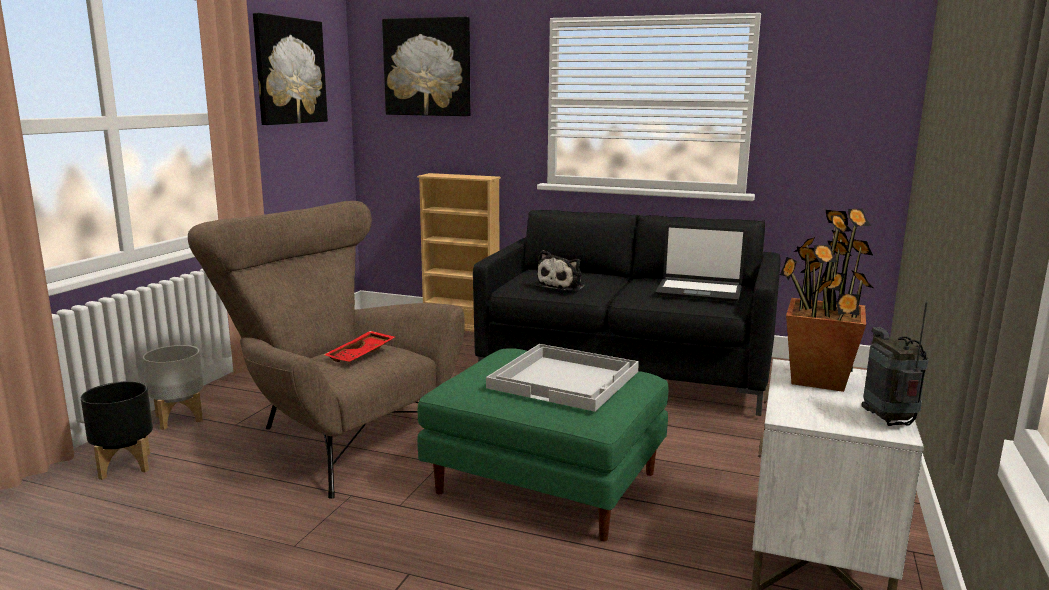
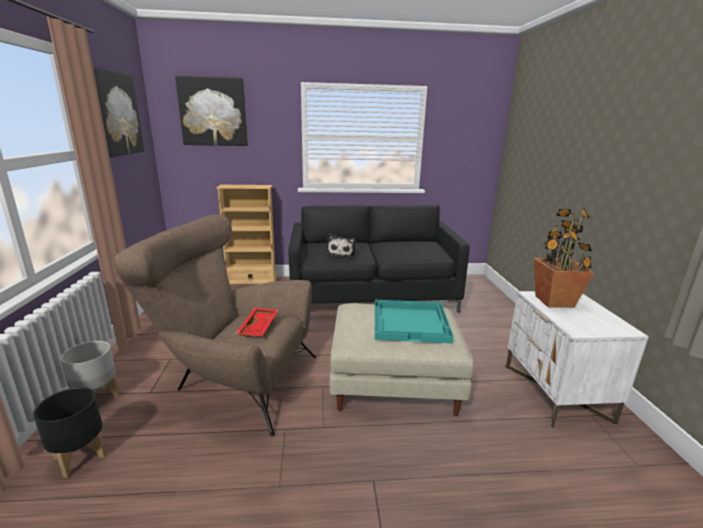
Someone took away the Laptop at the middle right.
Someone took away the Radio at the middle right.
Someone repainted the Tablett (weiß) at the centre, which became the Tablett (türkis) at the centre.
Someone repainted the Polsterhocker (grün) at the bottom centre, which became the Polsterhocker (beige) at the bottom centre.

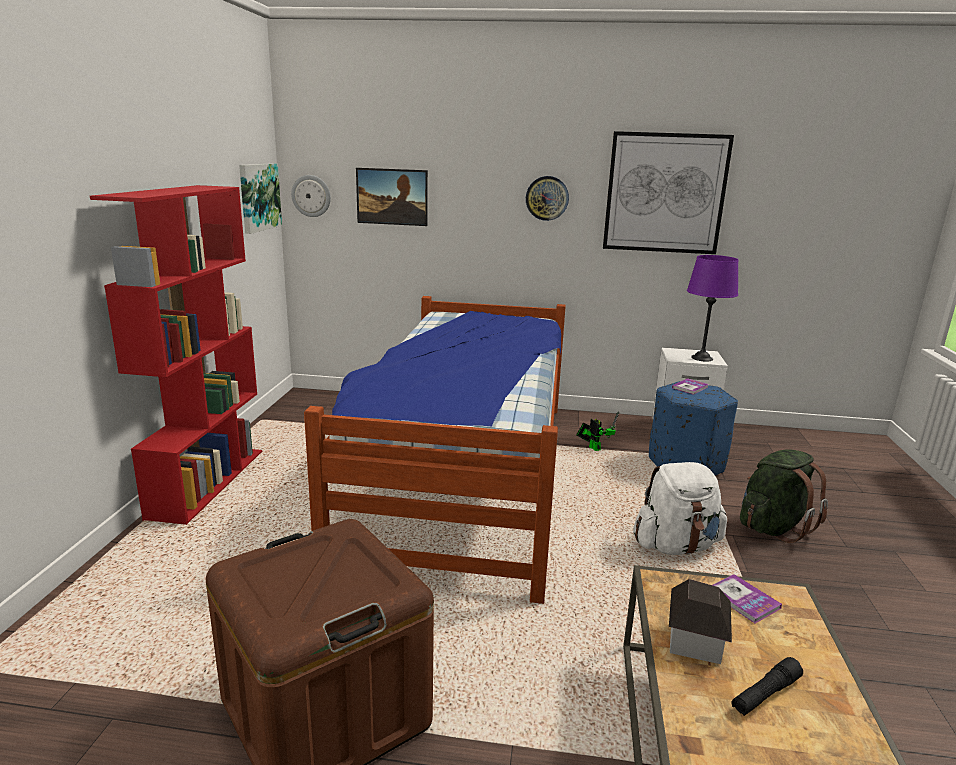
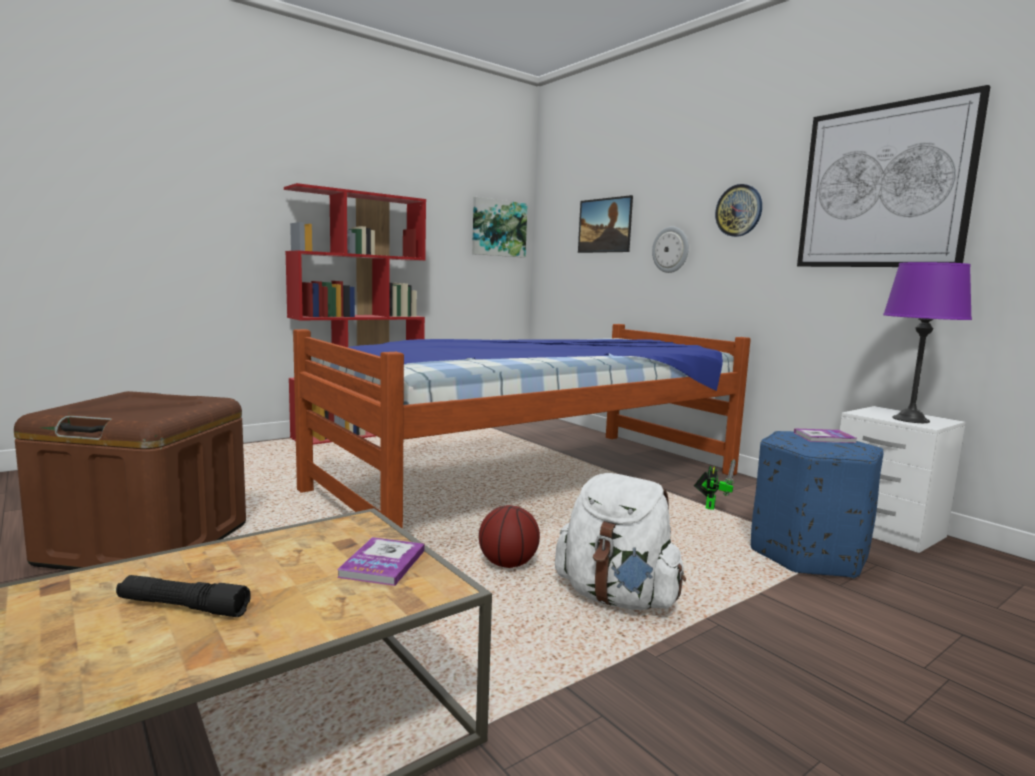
Someone carried the Wanduhr (no. 1 from left) from the top left to the top centre.
Someone took away the Rucksack (grün) at the middle right.
Someone took away the Spielzeughaus at the bottom right.
Someone put down the Basketball at the bottom centre.

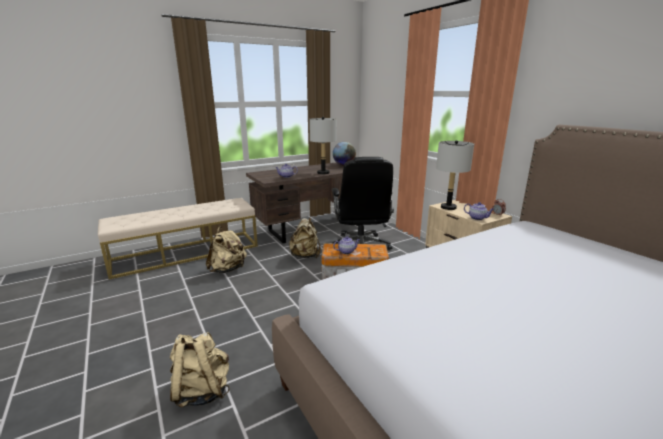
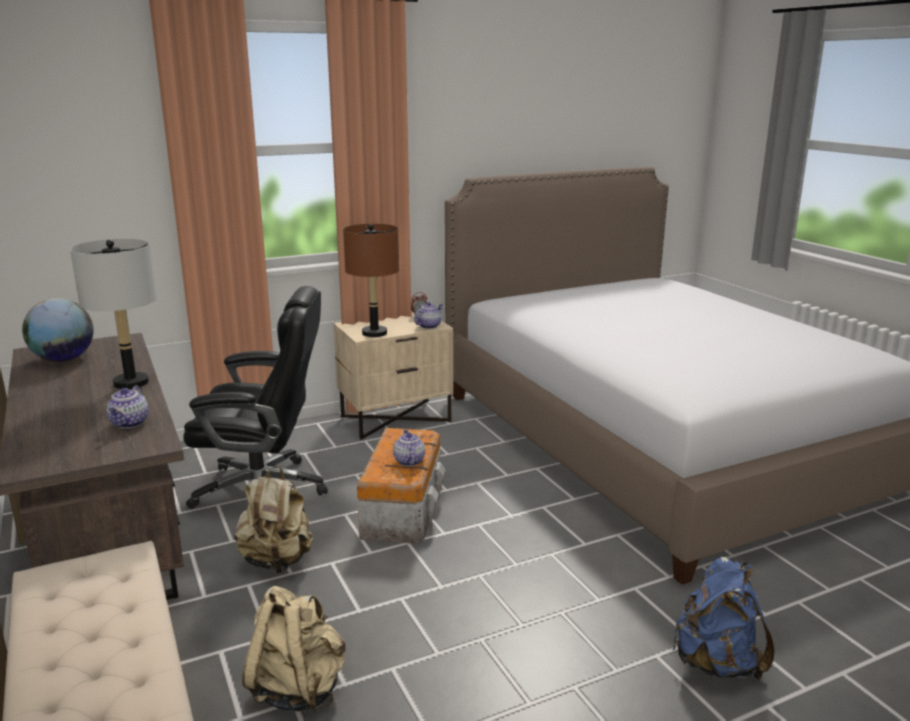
Someone repainted the Tischlampe (grau) (no. 2 from left) at the middle right, which became the Tischlampe (braun) at the centre.
Someone repainted the Rucksack (beige) (no. 1 from left) at the bottom left, which became the Rucksack (blau) at the bottom right.

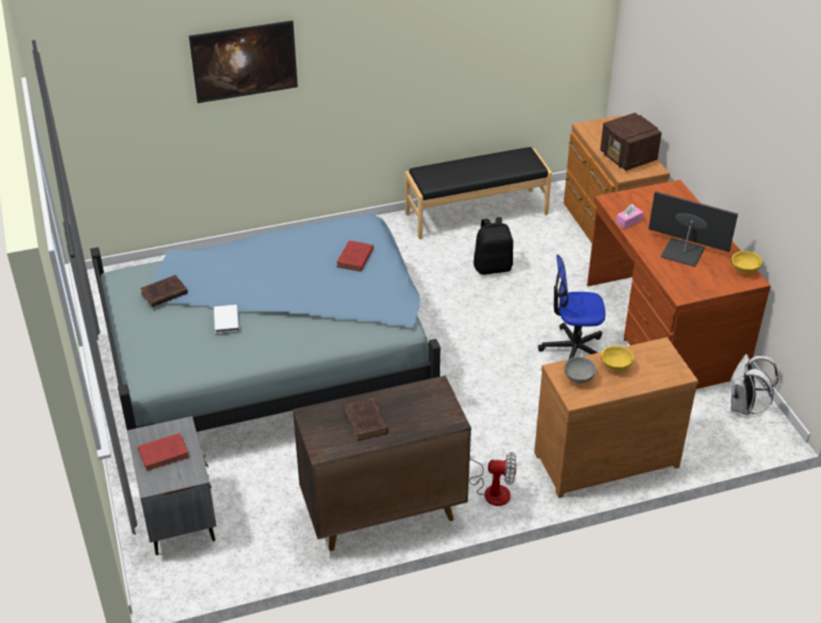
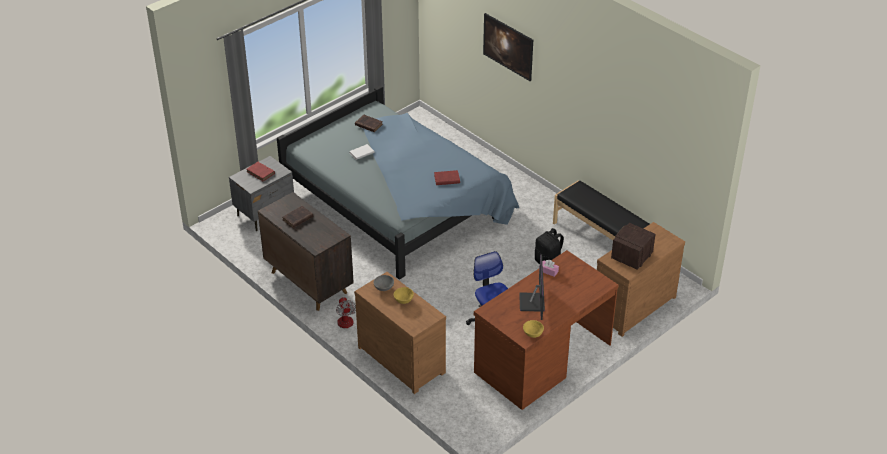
Someone took away the Rucksack (weiß) at the middle right.

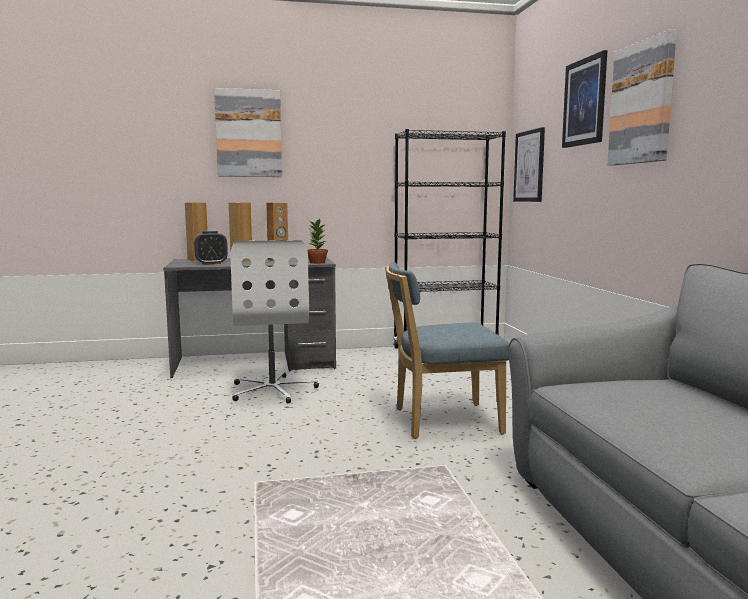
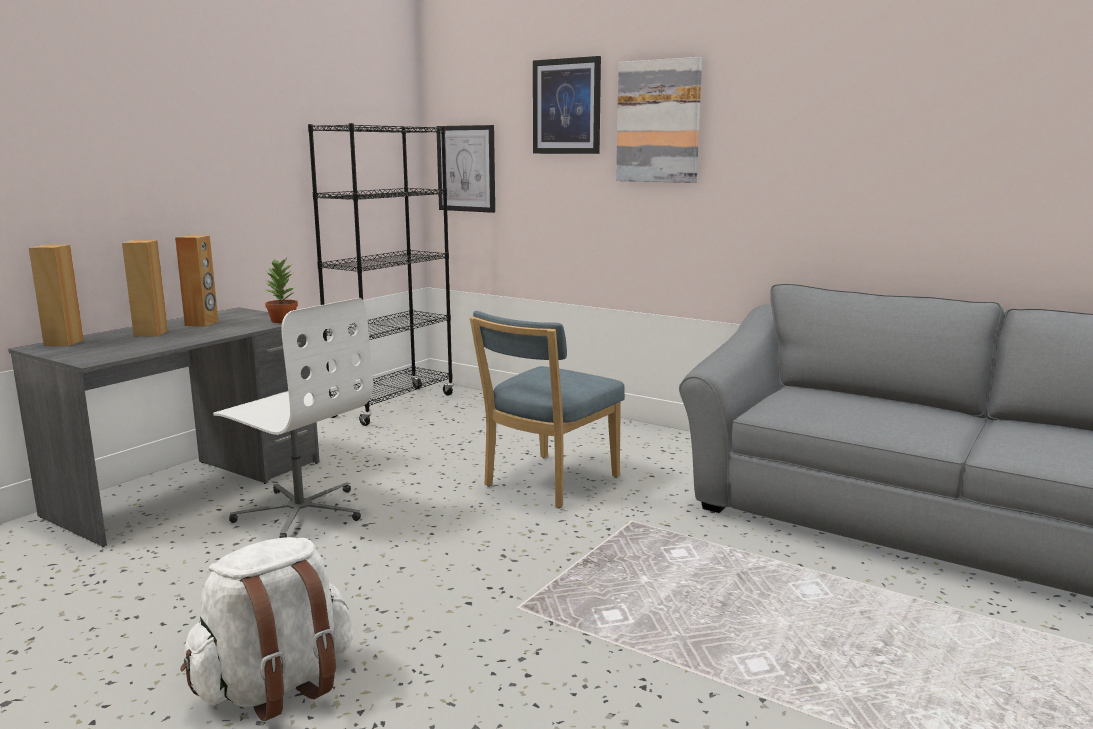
Someone took away the Bild (no. 1 from left) at the top left.
Someone took away the Wecker at the middle left.
Someone put down the Rucksack (weiß) at the bottom left.

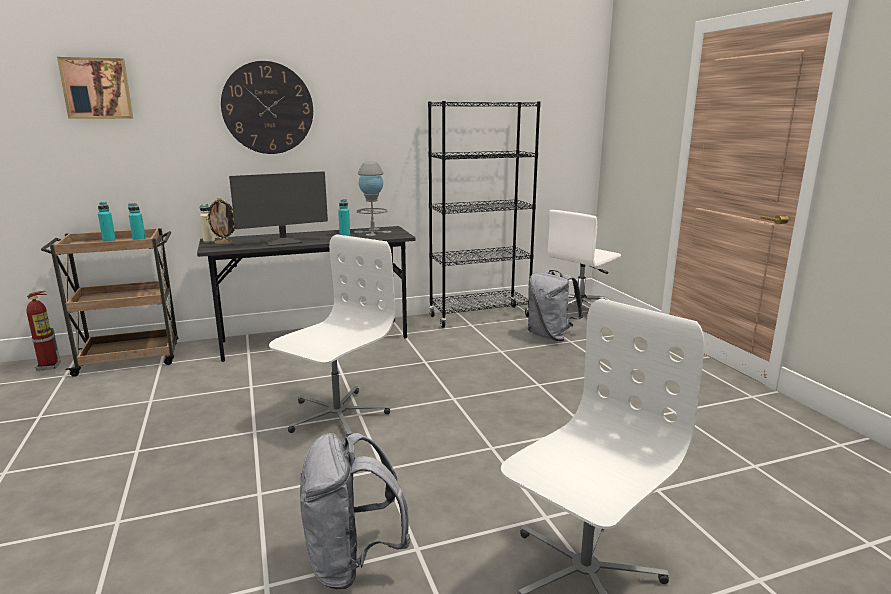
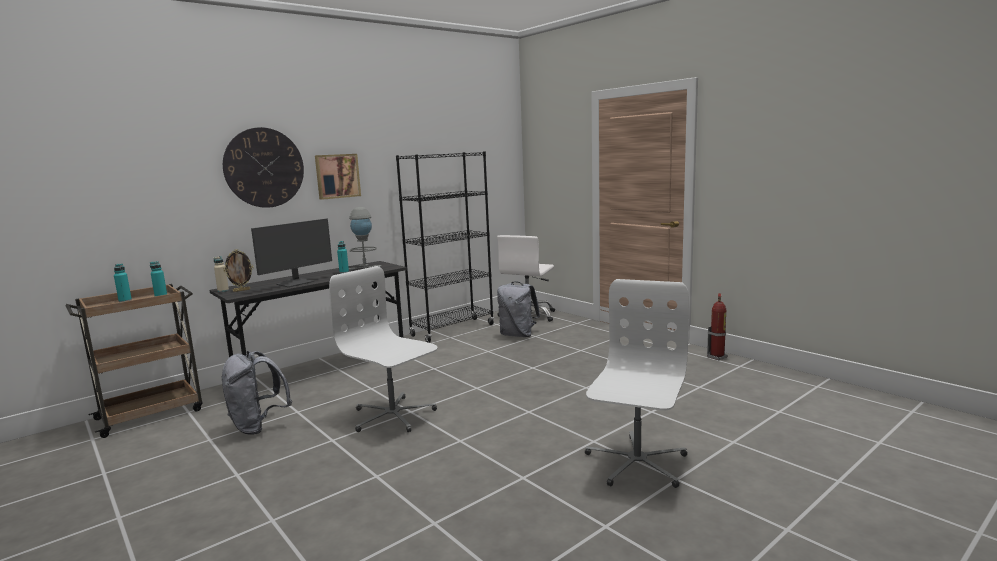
Someone carried the Bild from the top left to the top centre.
Someone rotated the Bürostuhl (weiß) (no. 1 from left) at the centre by 60 degrees counterclockwise.
Someone carried the Feuerlöscher from the middle left to the middle right.
Someone carried the Rucksack (grau) (no. 1 from left) from the bottom centre to the bottom left.

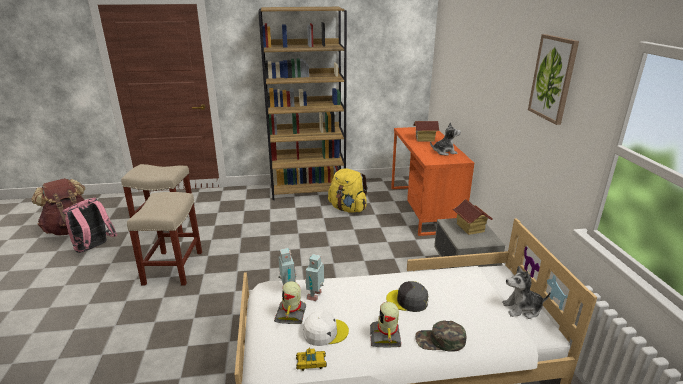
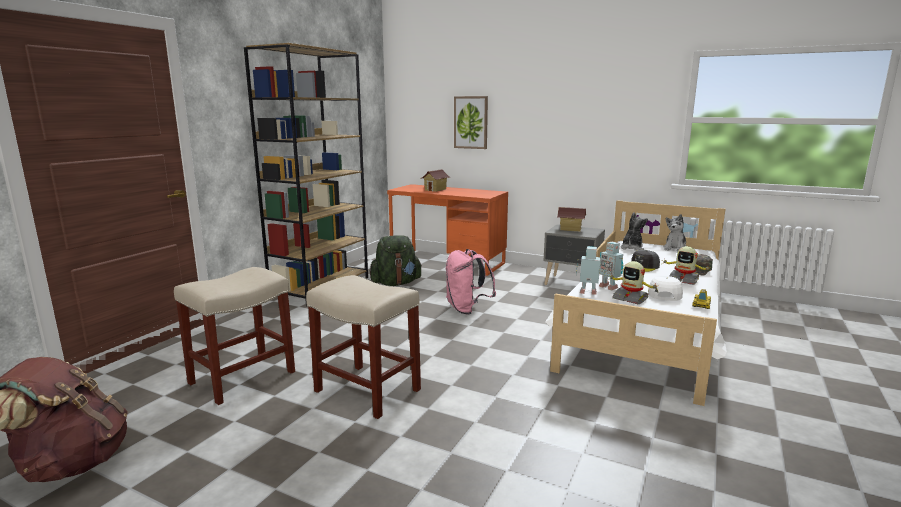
Someone carried the Bild from the top right to the top centre.
Someone carried the Plüschtier (no. 1 from left) from the centre to the middle right.
Someone repainted the Rucksack (gelb) at the centre, which became the Rucksack (grün) at the centre.
Someone carried the Rucksack (rosa) from the middle left to the centre.

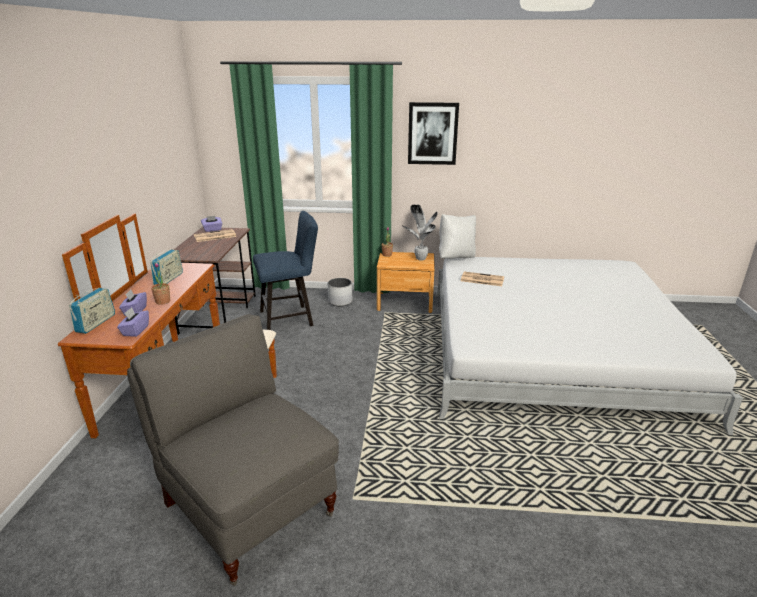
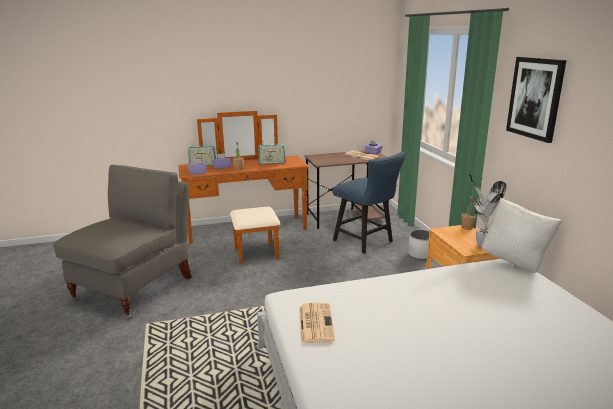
Someone carried the Zeitung (no. 2 from left in the first image) from the centre to the bottom centre.

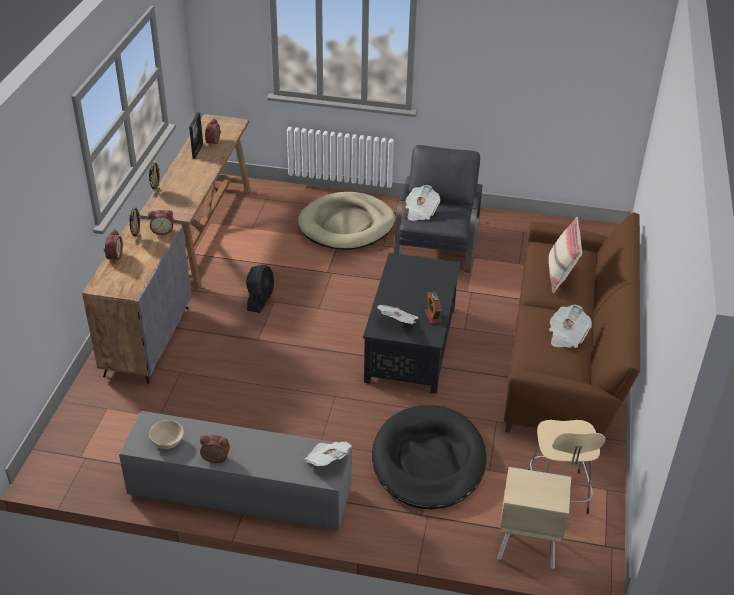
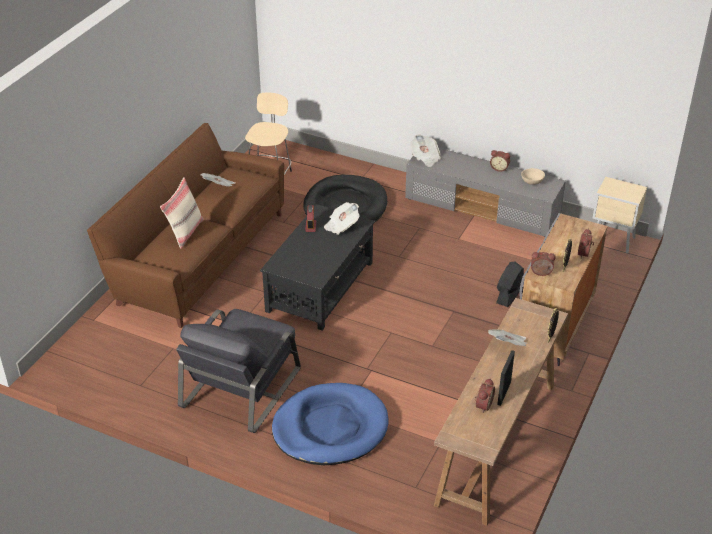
Someone carried the Zeitung (no. 3 from left in the first image) from the centre to the middle right.
Someone repainted the Hundebett (beige) at the centre, which became the Hundebett (blau) at the bottom centre.
Someone carried the Ventilator (schwarz) from the centre to the middle right.
Someone carried the Nachttisch (beige) from the bottom right to the middle right.

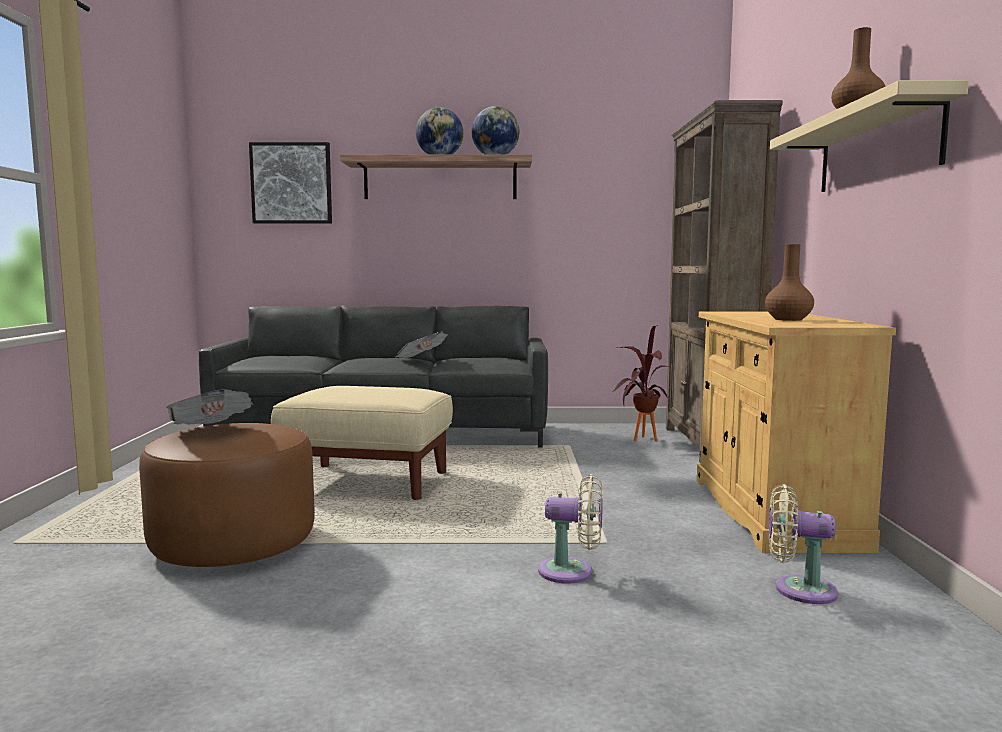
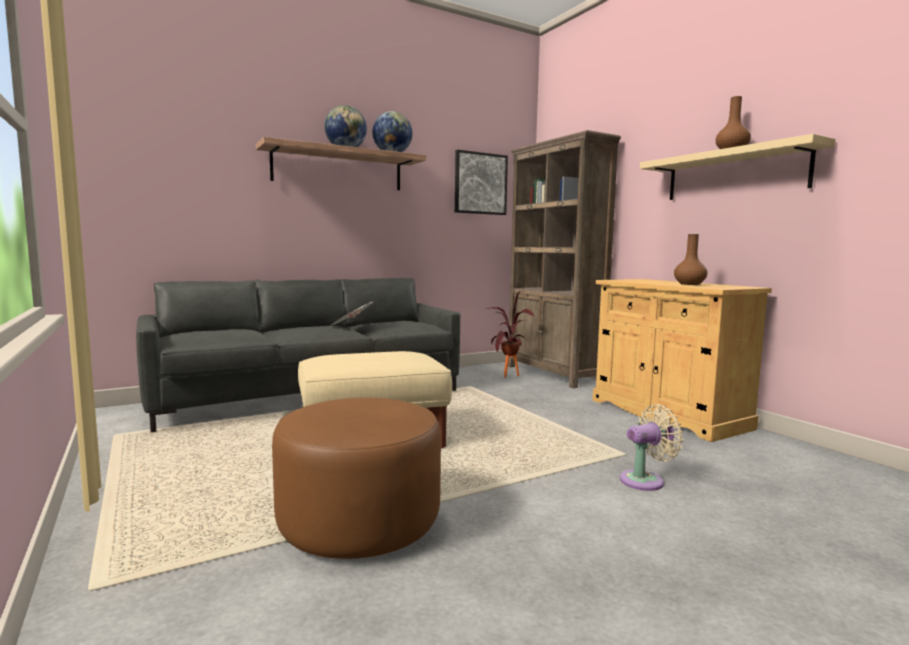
Someone carried the Bild from the top left to the top centre.
Someone took away the Zeitung (no. 1 from left) at the middle left.
Someone took away the Ventilator (beige) (no. 2 from left) at the bottom right.

